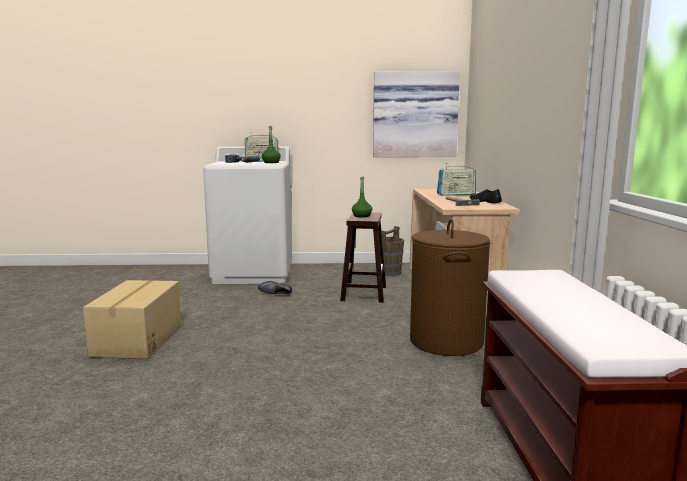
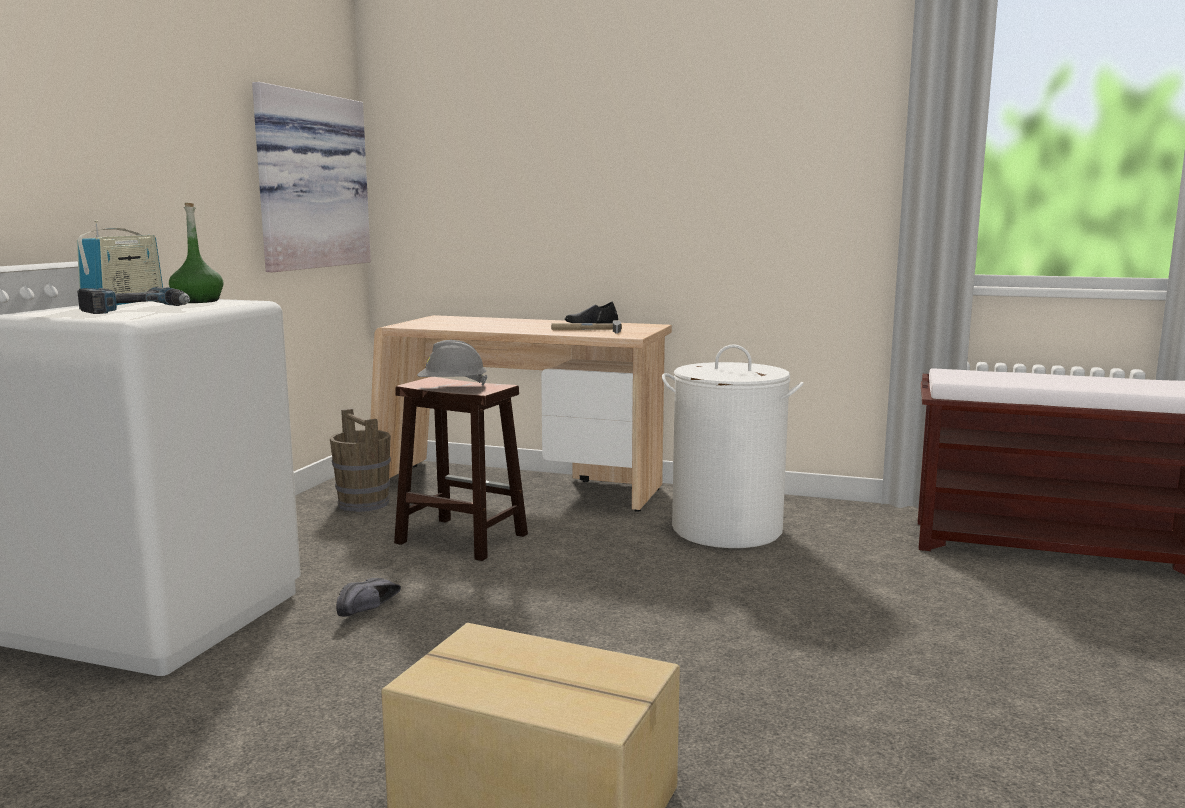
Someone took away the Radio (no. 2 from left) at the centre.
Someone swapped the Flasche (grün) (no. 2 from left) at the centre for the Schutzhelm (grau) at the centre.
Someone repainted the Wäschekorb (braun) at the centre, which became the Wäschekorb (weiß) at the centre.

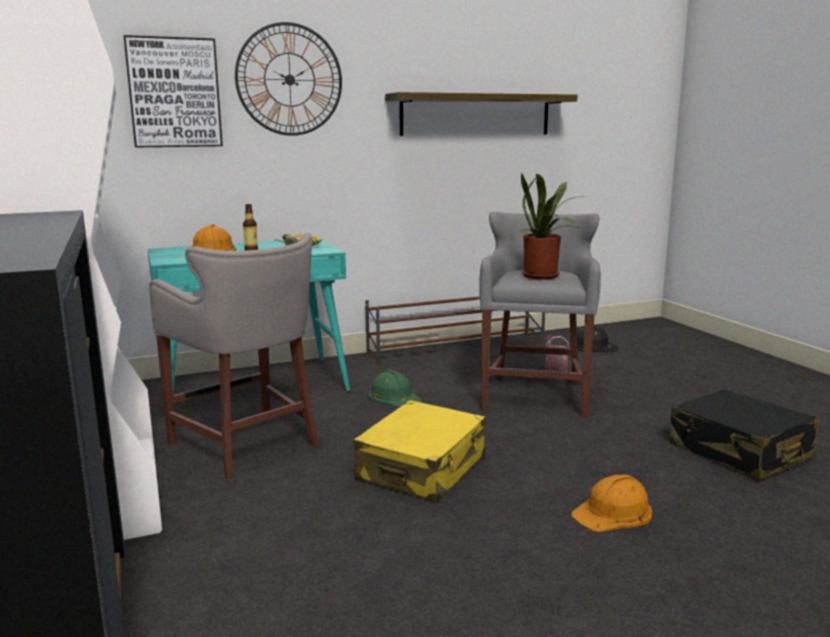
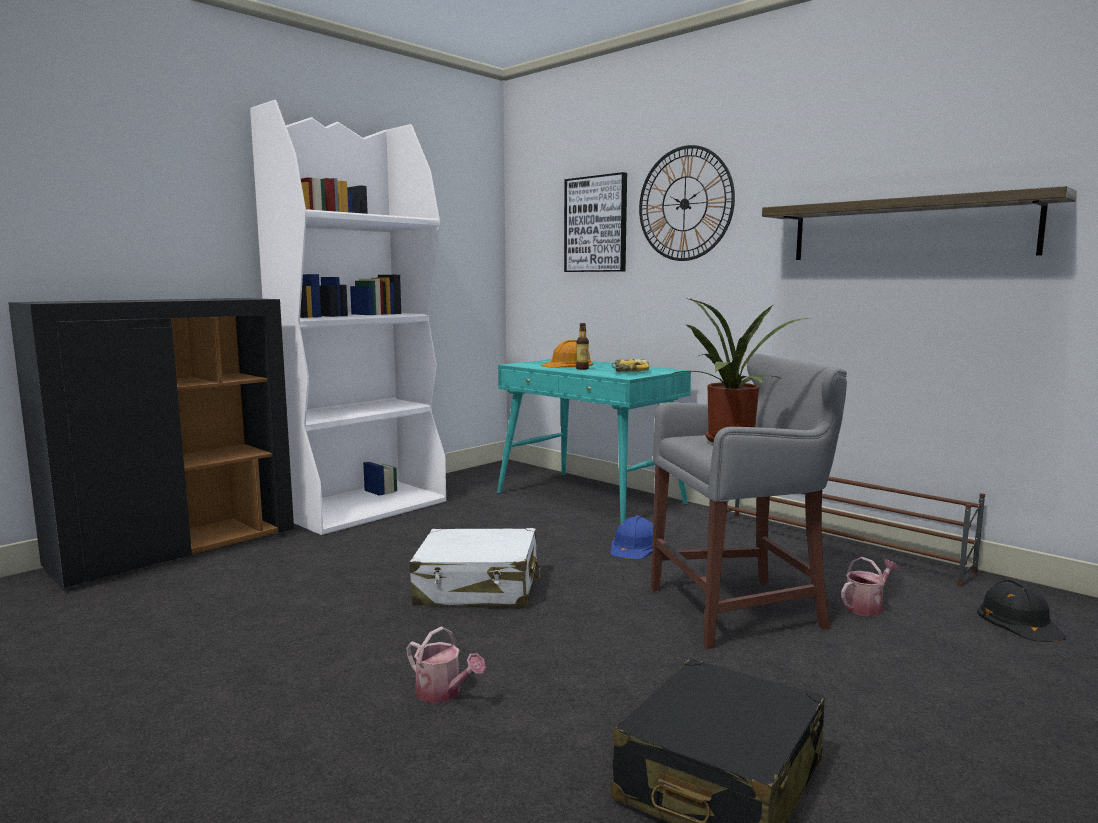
Someone took away the Hocker (grau) (no. 1 from left) at the middle left.
Someone repainted the Schutzhelm (grün) at the centre, which became the Schutzhelm (blau) at the centre.
Someone repainted the Koffer (gelb) at the bottom centre, which became the Koffer (weiß) at the bottom centre.
Someone swapped the Schutzhelm (orange) (no. 2 from left) at the bottom right for the Gießkanne (no. 1 from left) at the bottom centre.

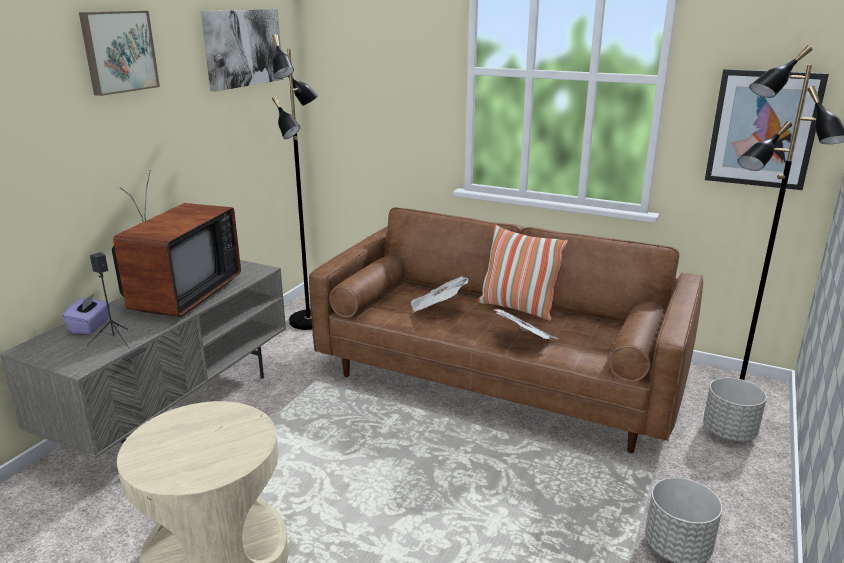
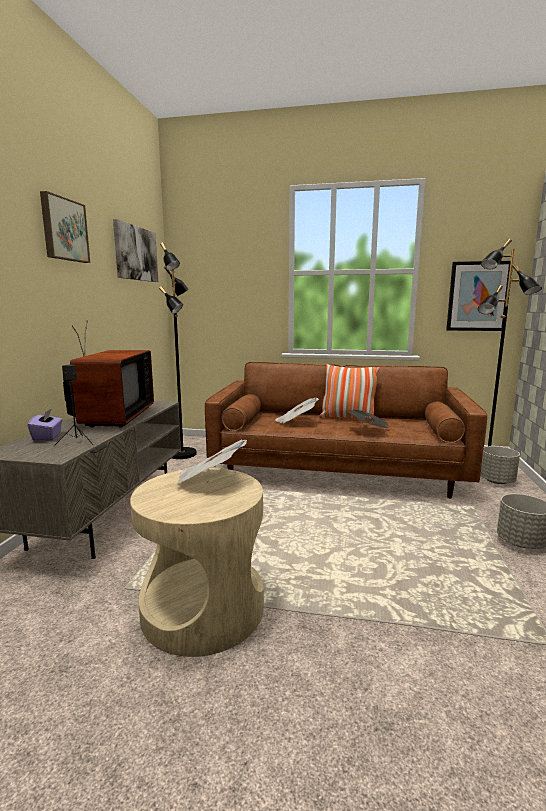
Someone put down the Zeitung (no. 1 from left) at the centre.

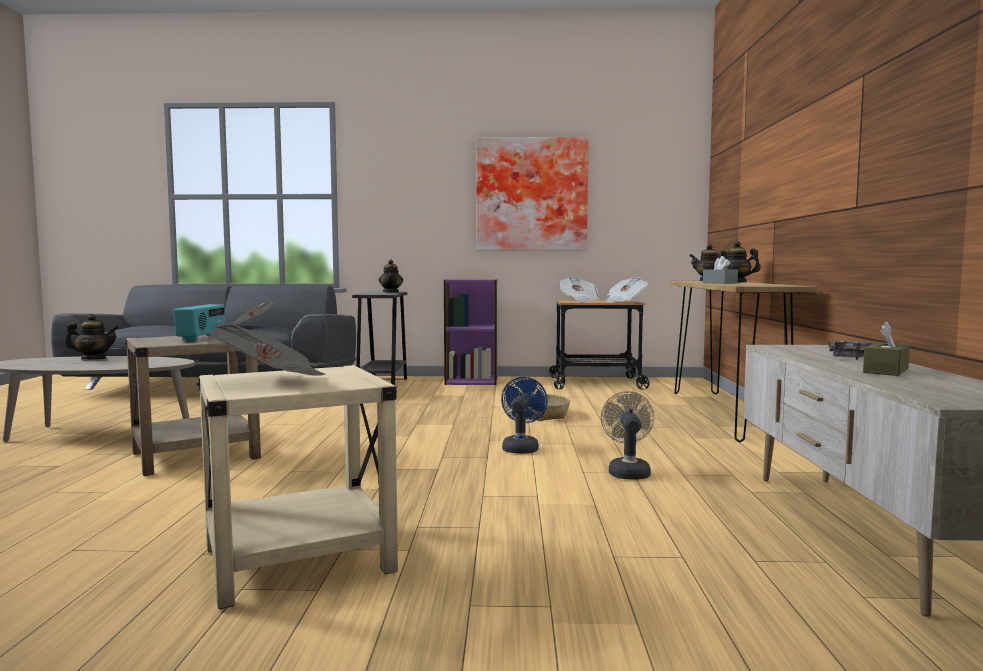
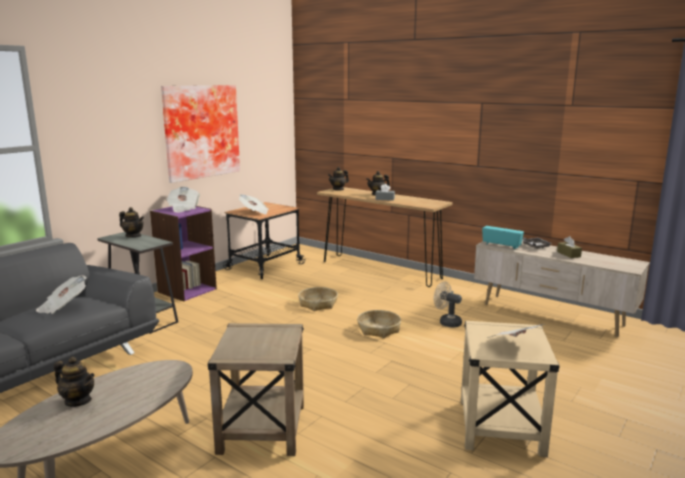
Someone carried the Zeitung (no. 4 from left in the first image) from the centre to the middle left.
Someone carried the Radio from the middle left to the middle right.
Someone rotated the Teekanne (no. 1 from left) at the middle left by 90 degrees clockwise.
Someone swapped the Ventilator (blau) at the centre for the Korb (no. 2 from left) at the bottom centre.

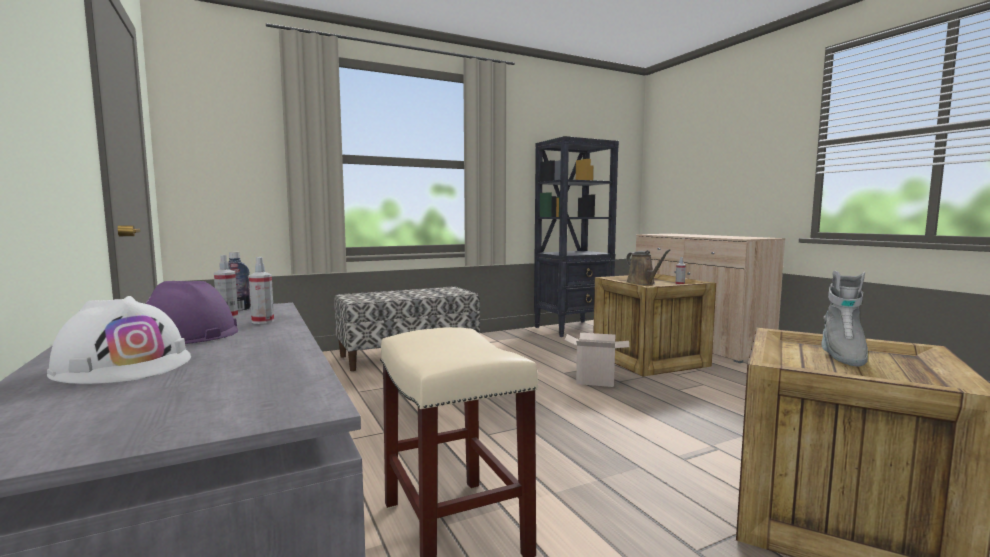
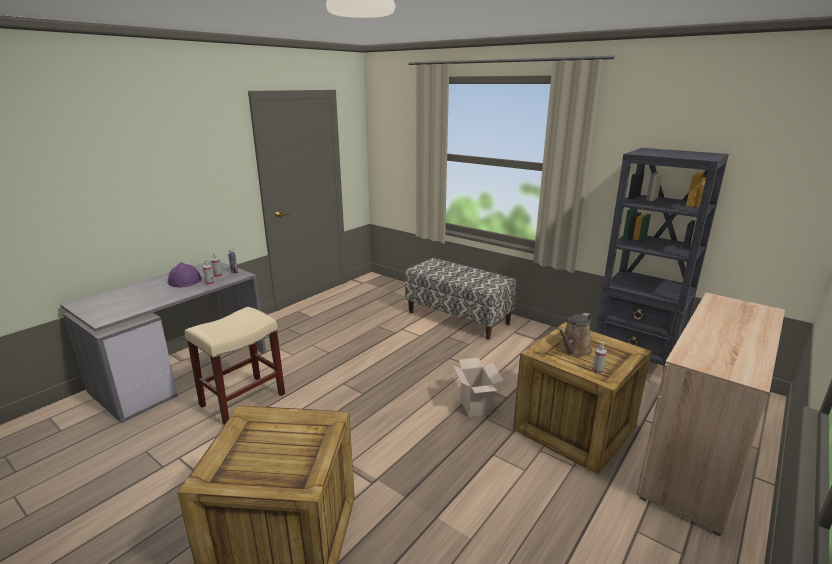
Someone took away the Stiefel (grau) at the middle right.
Someone took away the Schutzhelm (weiß) at the middle left.

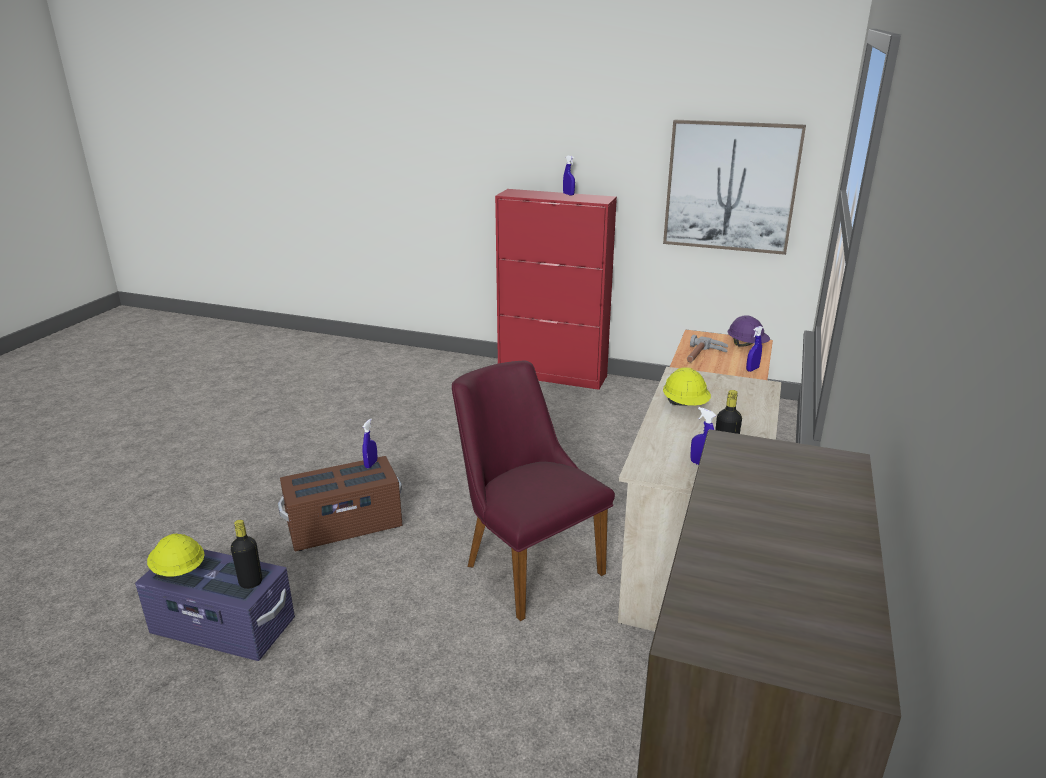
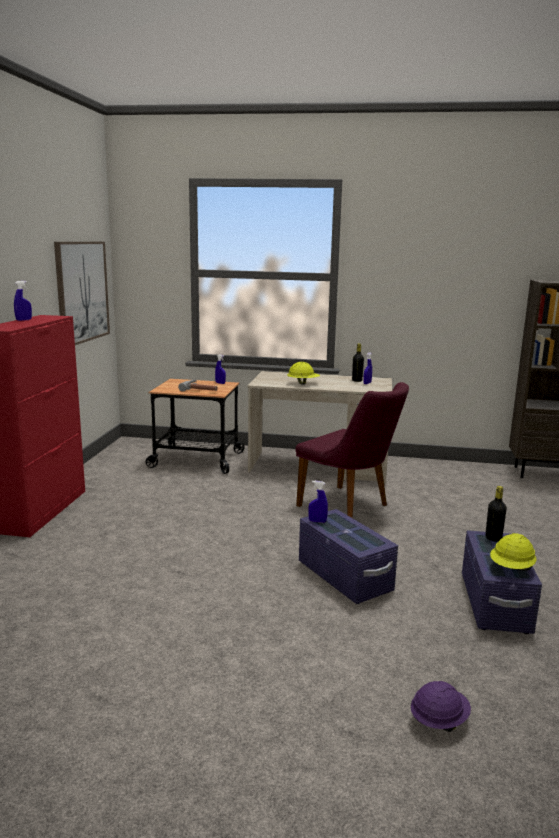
Someone carried the Schutzhelm (lila) from the middle right to the bottom right.
Someone rotated the Stuhl (lila) at the centre by 90 degrees counterclockwise.
Someone repainted the Aufbewahrungsbox (braun) at the middle left, which became the Aufbewahrungsbox (lila) (no. 1 from left) at the centre.

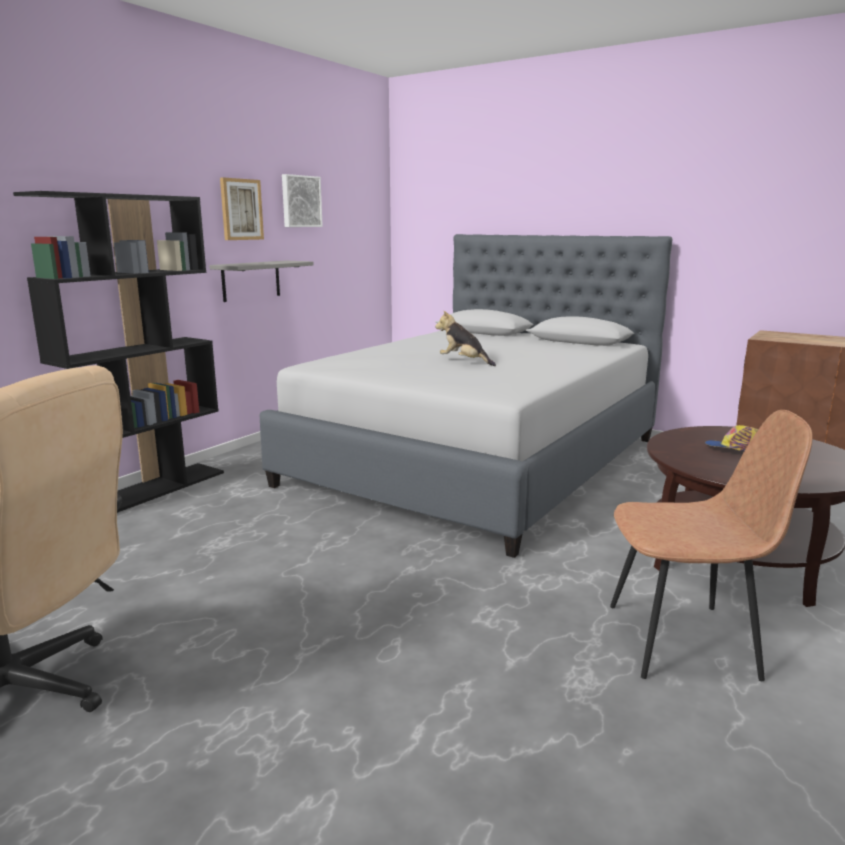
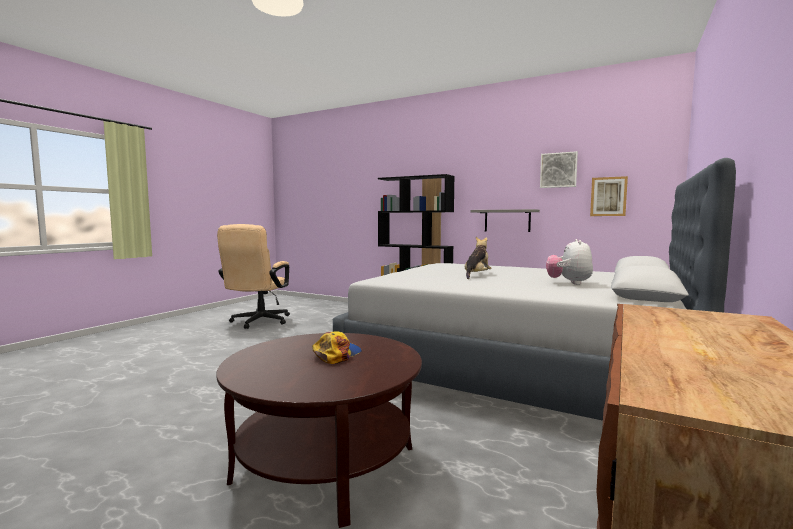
Someone carried the Bild (no. 1 from left in the first image) from the top left to the middle right.
Someone took away the Stuhl (braun) at the middle right.
Someone put down the Plüschtier (no. 2 from left) at the middle right.

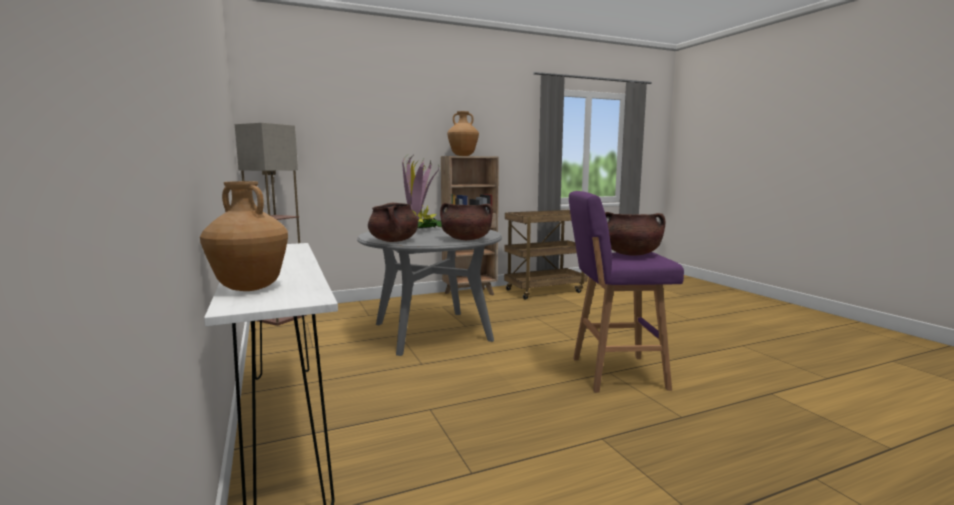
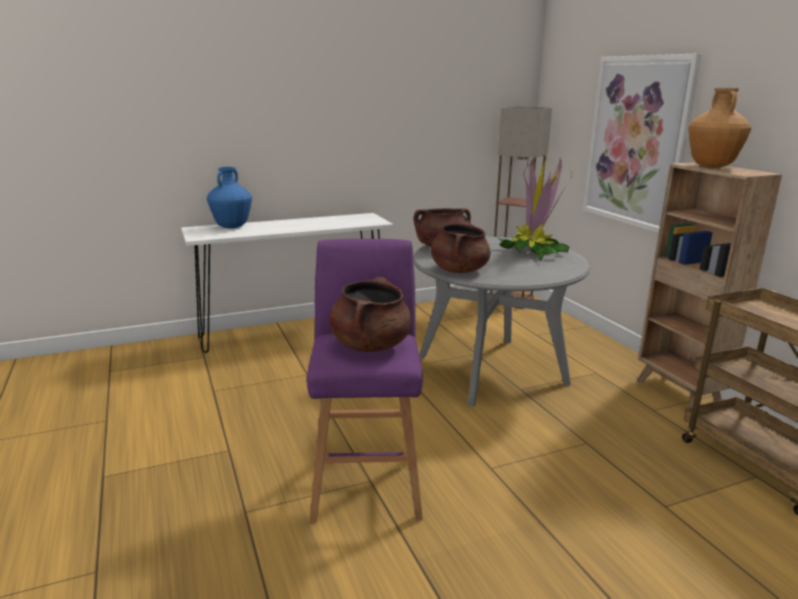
Someone repainted the Vase (braun) (no. 1 from left) at the middle left, which became the Vase (blau) at the top left.
Someone put up the Bild at the top right.

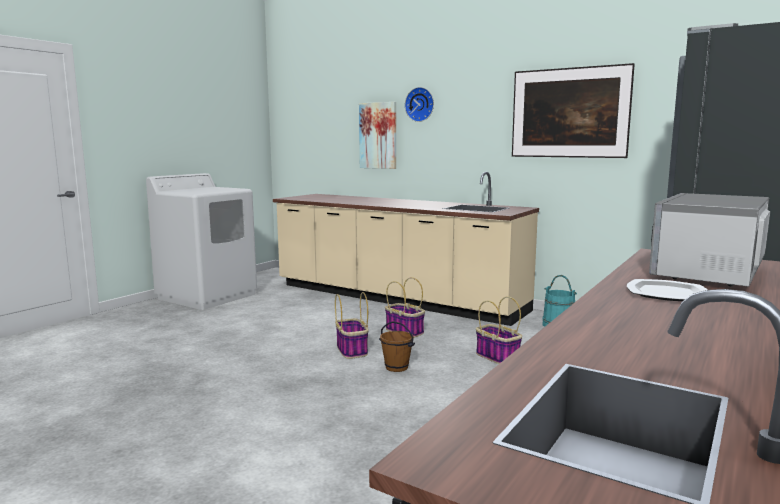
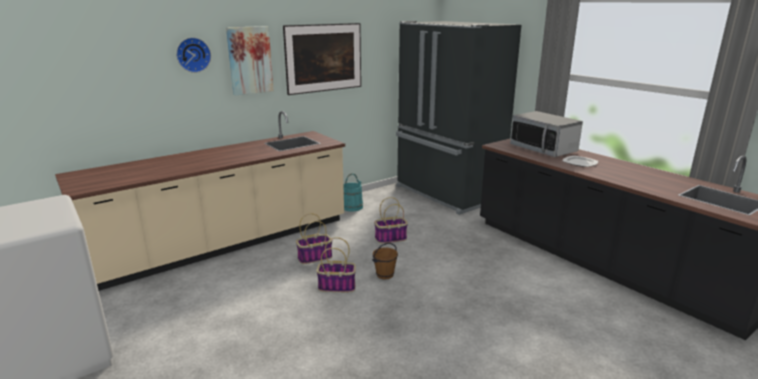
Someone carried the Bild (no. 1 from left) from the top centre to the top left.

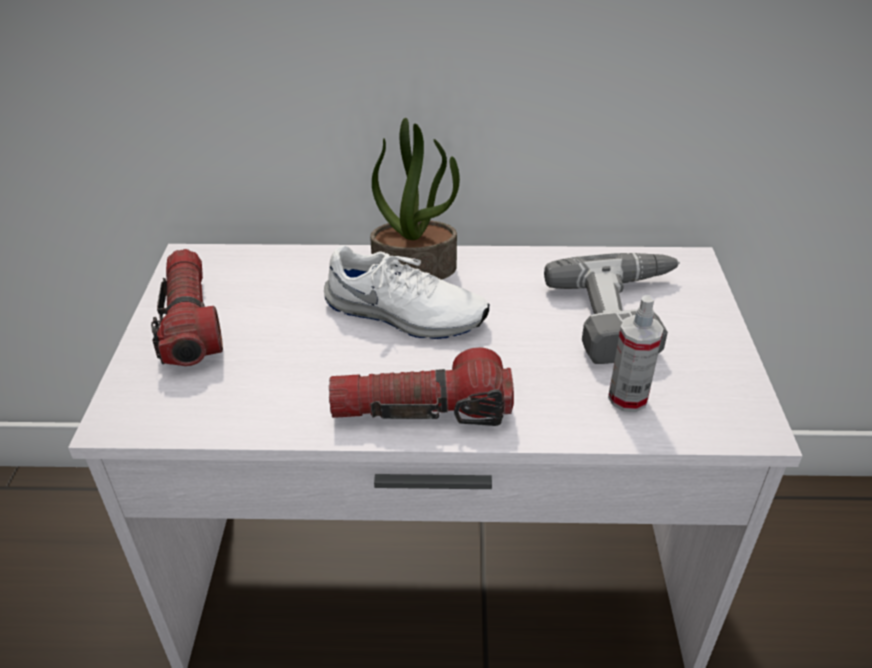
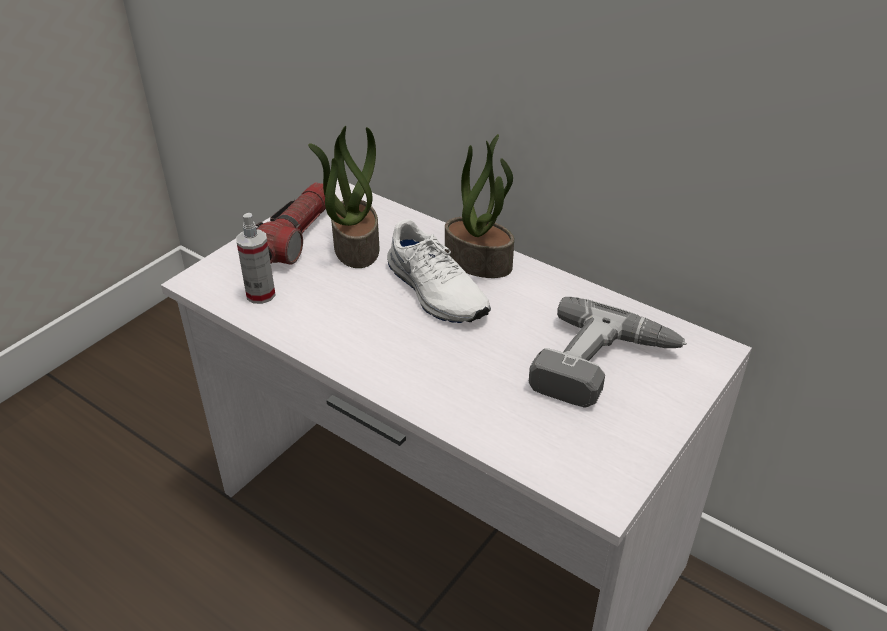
Someone carried the Sprühflasche from the middle right to the middle left.
Someone took away the Taschenlampe (no. 2 from left) at the centre.
Someone put down the Topfpflanze (no. 1 from left) at the top centre.

